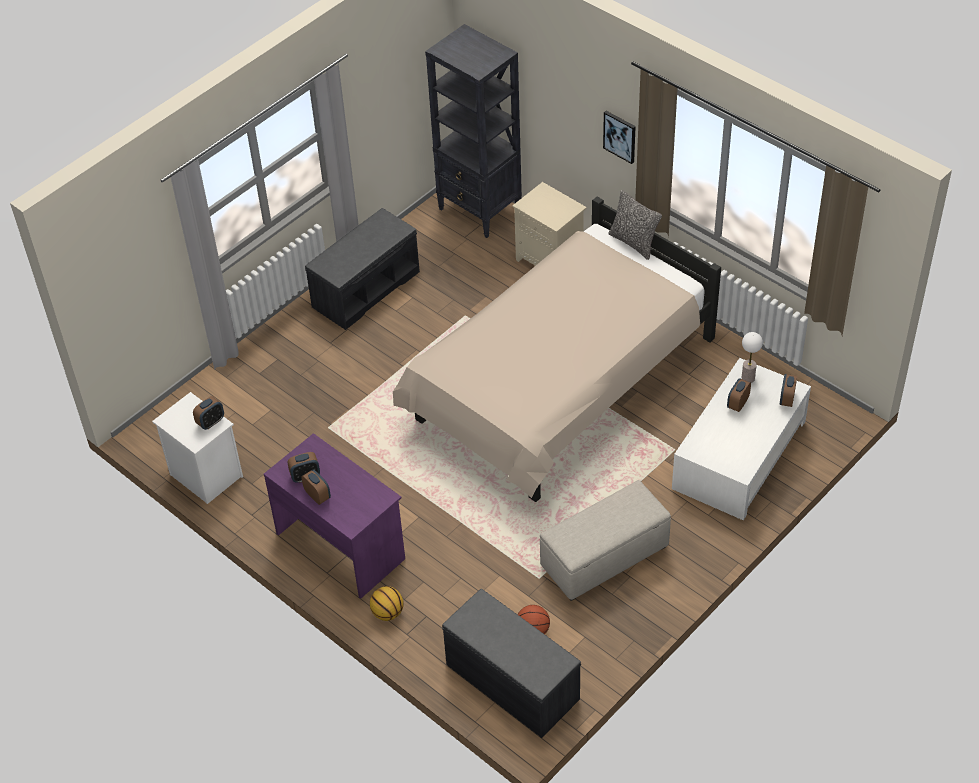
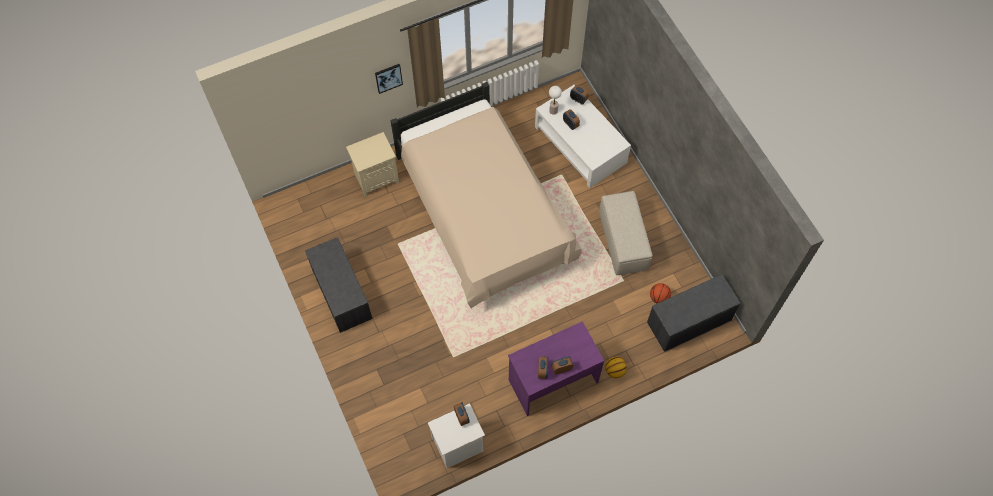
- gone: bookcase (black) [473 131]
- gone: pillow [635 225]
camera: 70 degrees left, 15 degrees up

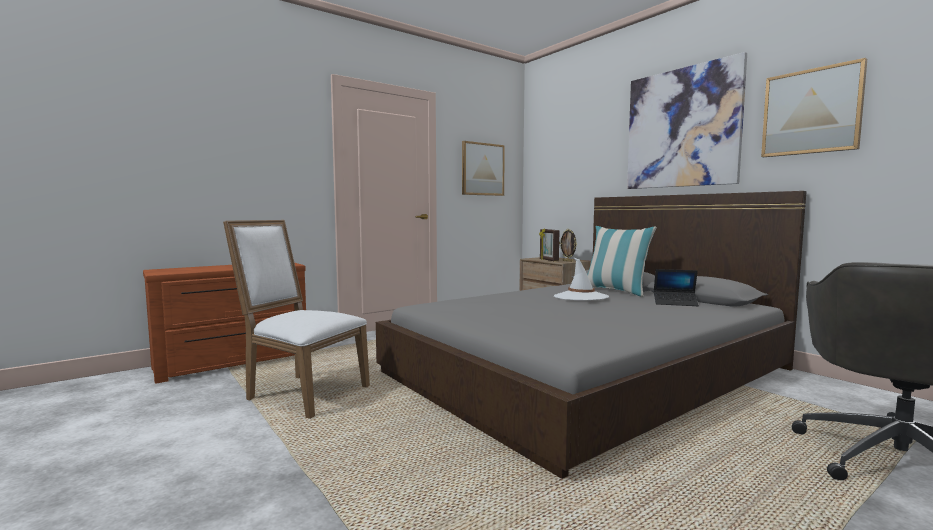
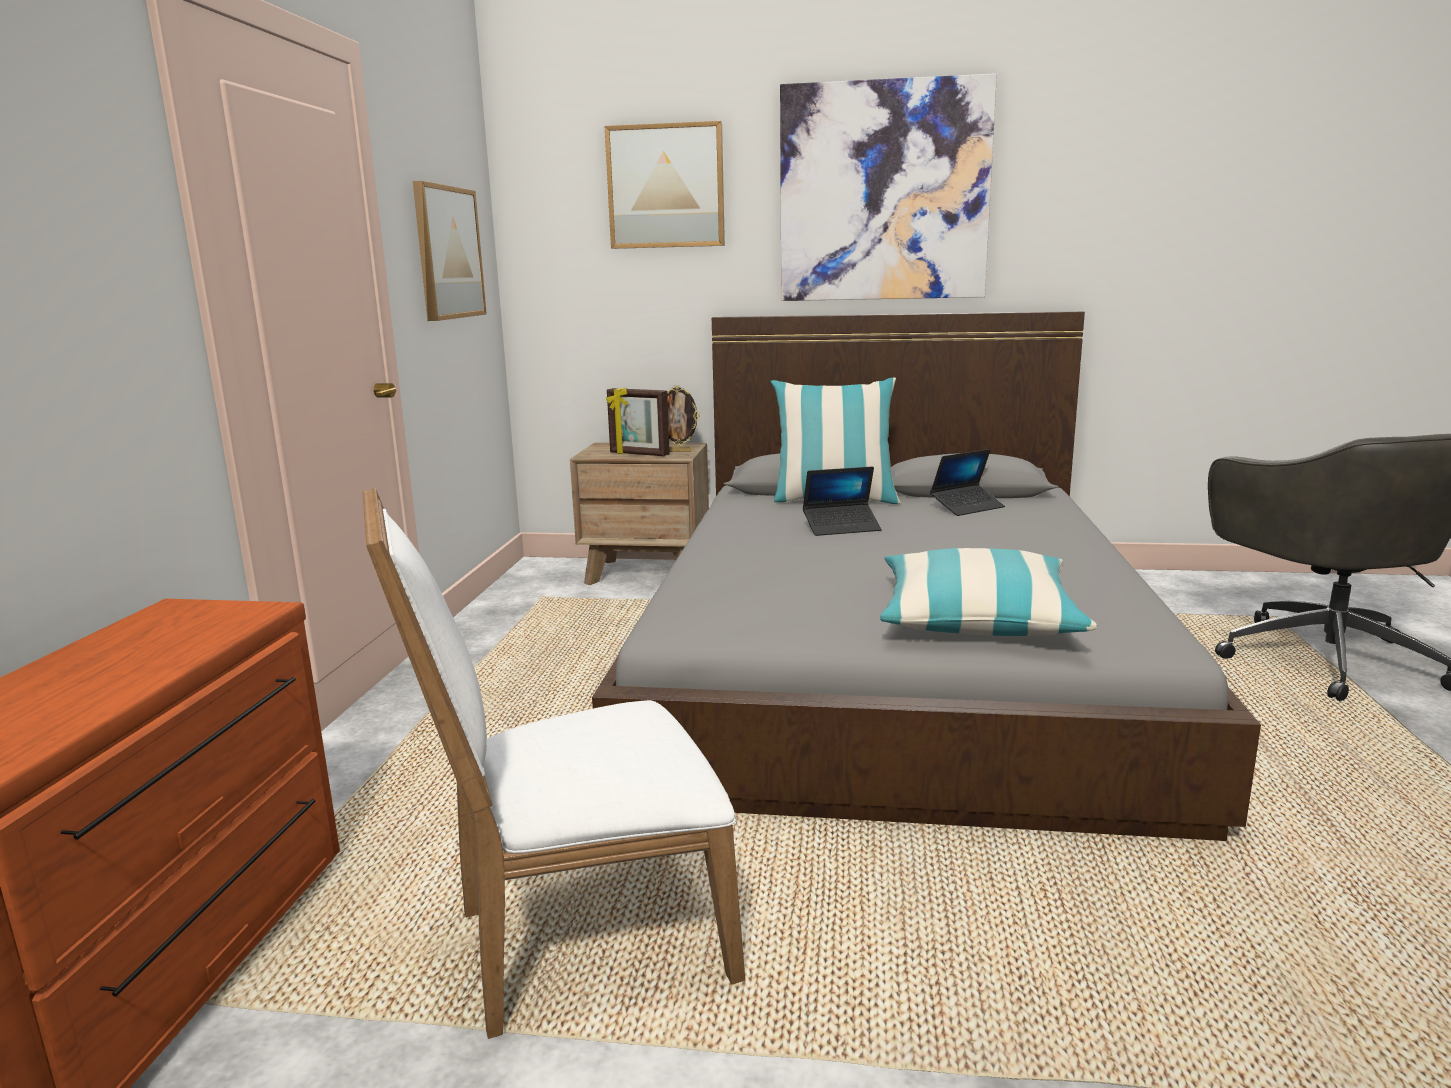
- shifted: picture [814 107] to [665 185]
- swapped: hat (white) [581 278] to laptop [842 501]
- new: pillow [989 592]
camera: 45 degrees left, 10 degrees up

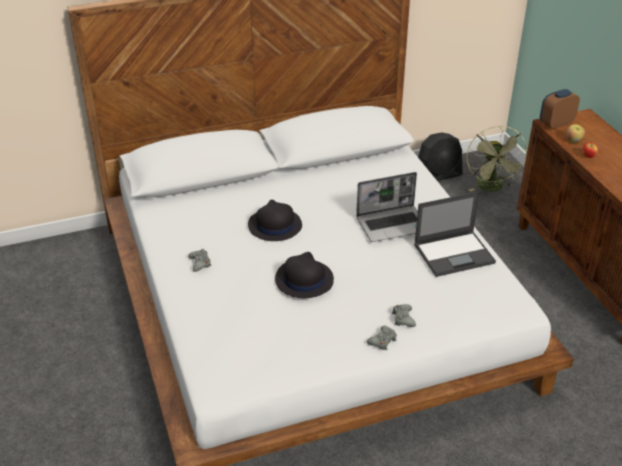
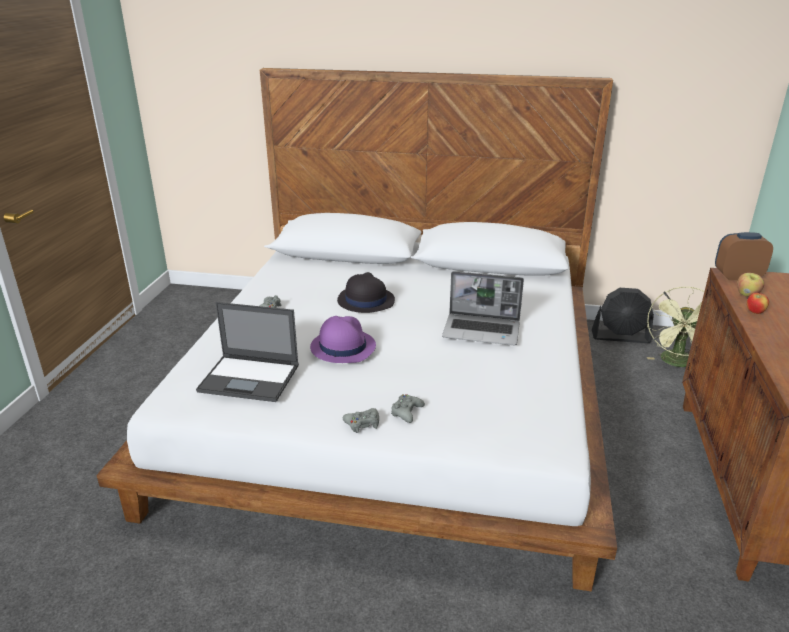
- shifted: laptop [455 234] to [247 352]
- repainted: hat (black) [304 275] to hat (purple) [343 339]
camera: 30 degrees right, 10 degrees down

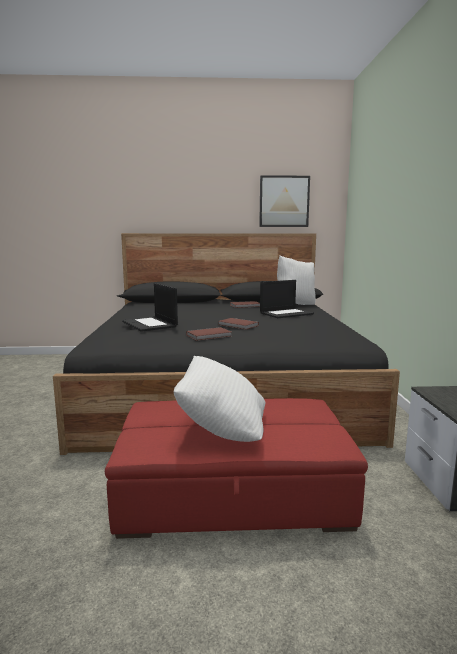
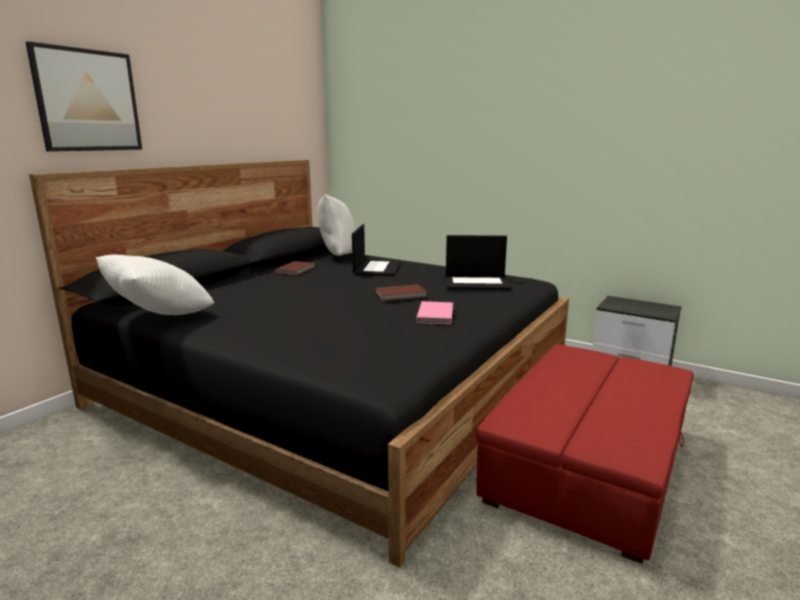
- shifted: picture [284 201] to [84 96]
- shifted: pillow (white) [219 399] to [155 285]
- repainted: book (brown) [208 334] to book (pink) [434 313]
- shifted: laptop [150 307] to [478 262]
camera: 55 degrees left, 5 degrees up

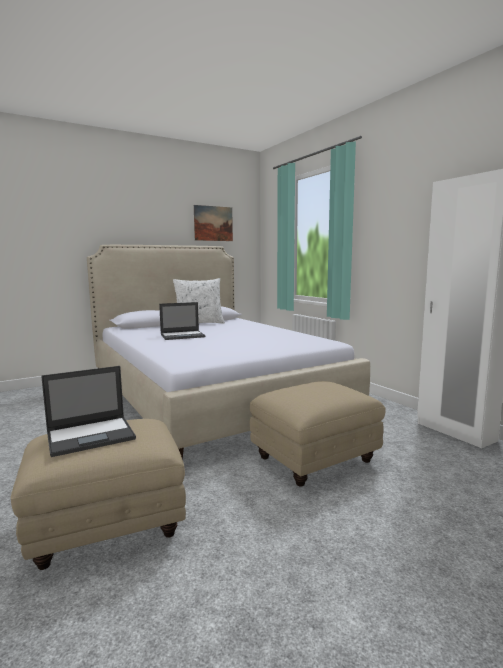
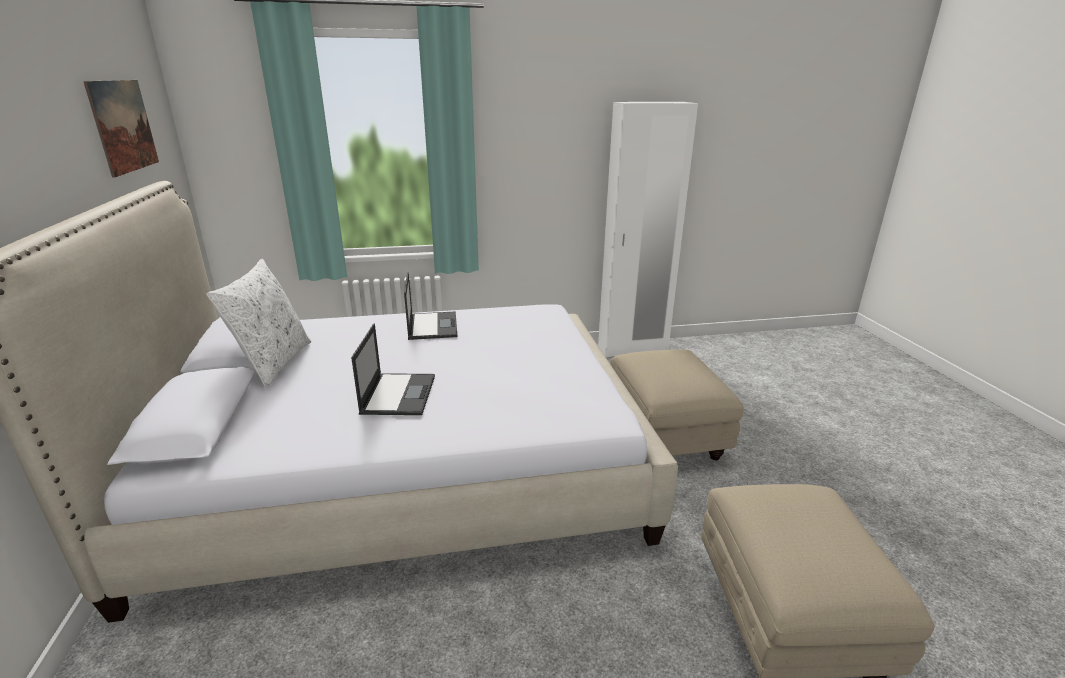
- shifted: laptop [88 411] to [431 306]
camera: 70 degrees left, 15 degrees up

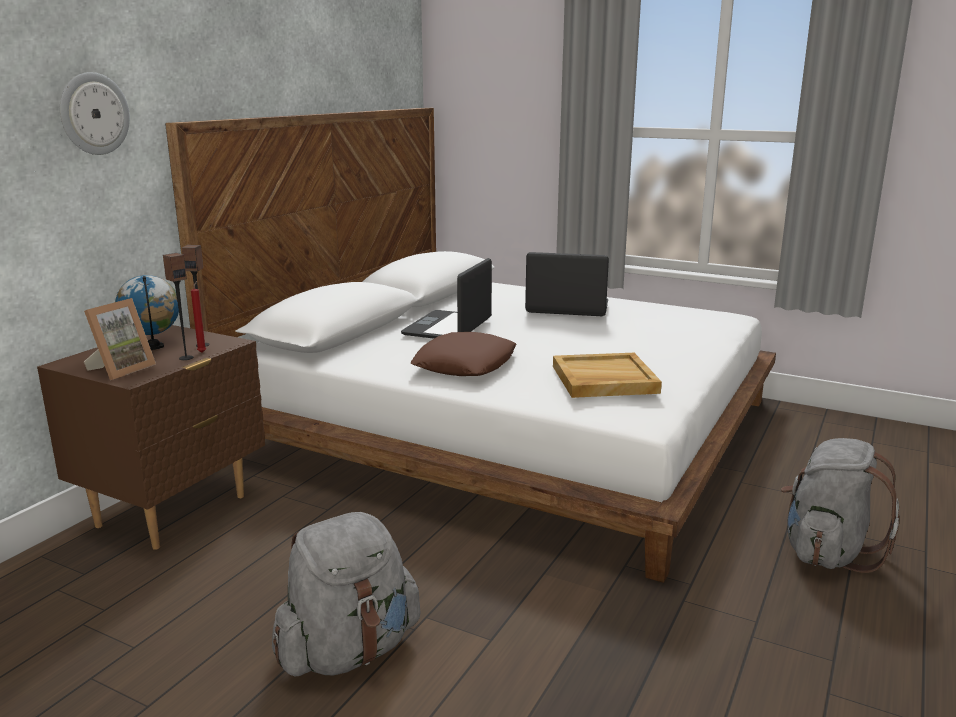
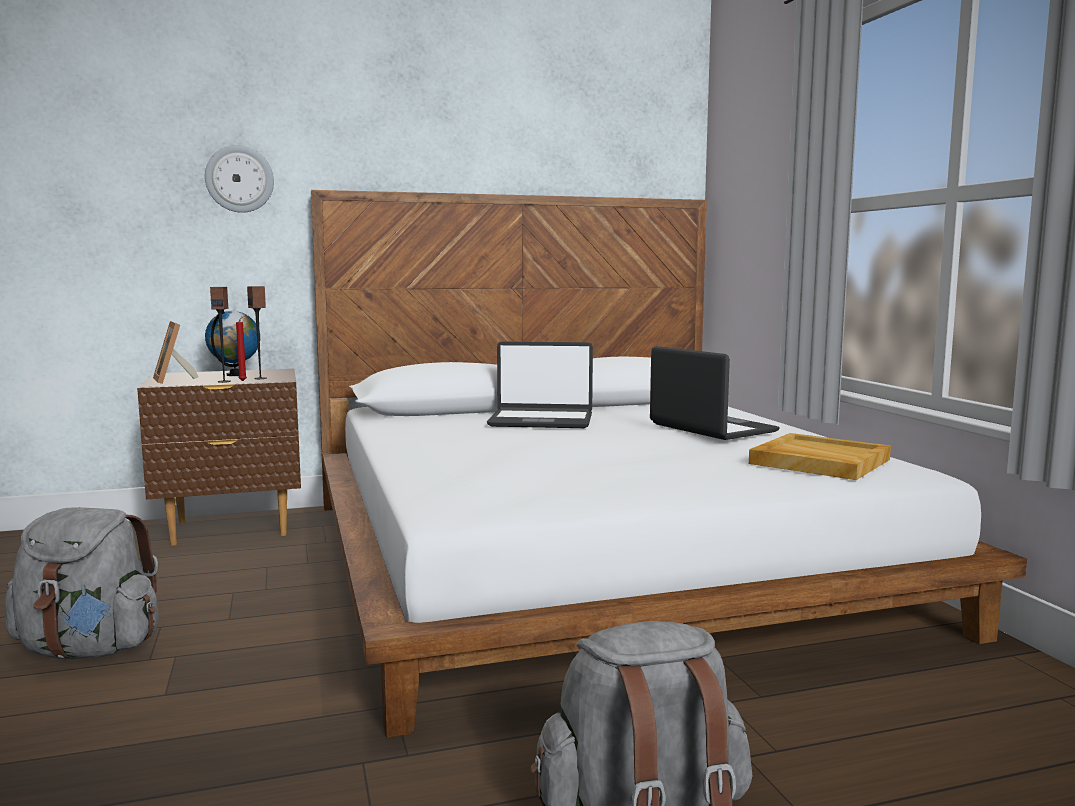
- rotated: picture frame [120 339] = [176 352] 75 degrees clockwise
- rotated: laptop [446 298] = [540 384] 150 degrees counterclockwise
- shifted: tray (beige) [607 375] to [820 456]
- gone: pillow (brown) [463 354]
camera: 45 degrees right, 10 degrees down

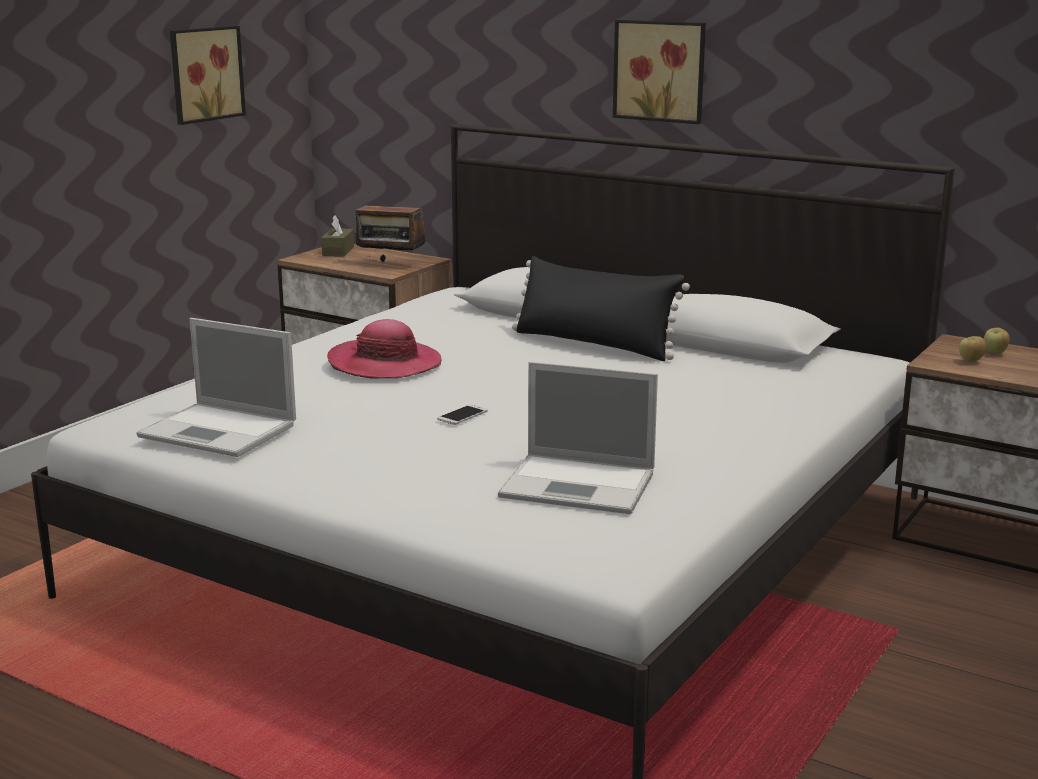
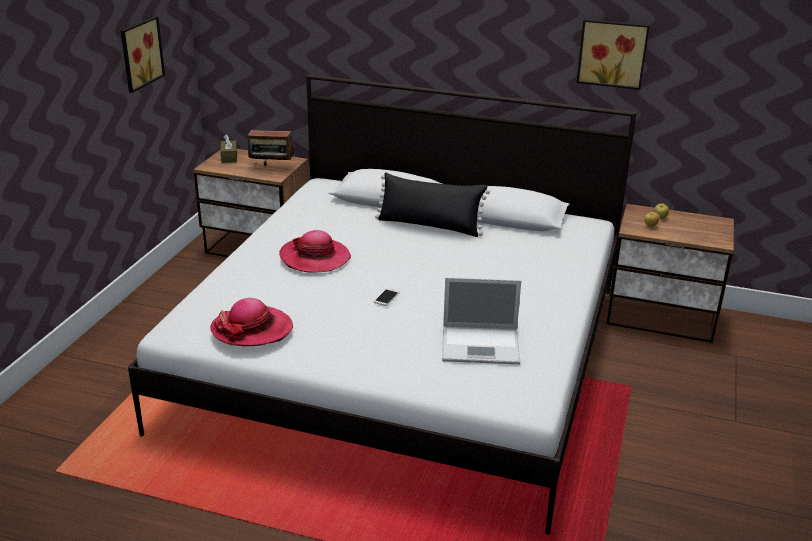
- swapped: laptop [216 387] to hat [251 322]
- shifted: picture [659 72] to [613 54]
camera: 15 degrees left, 10 degrees up

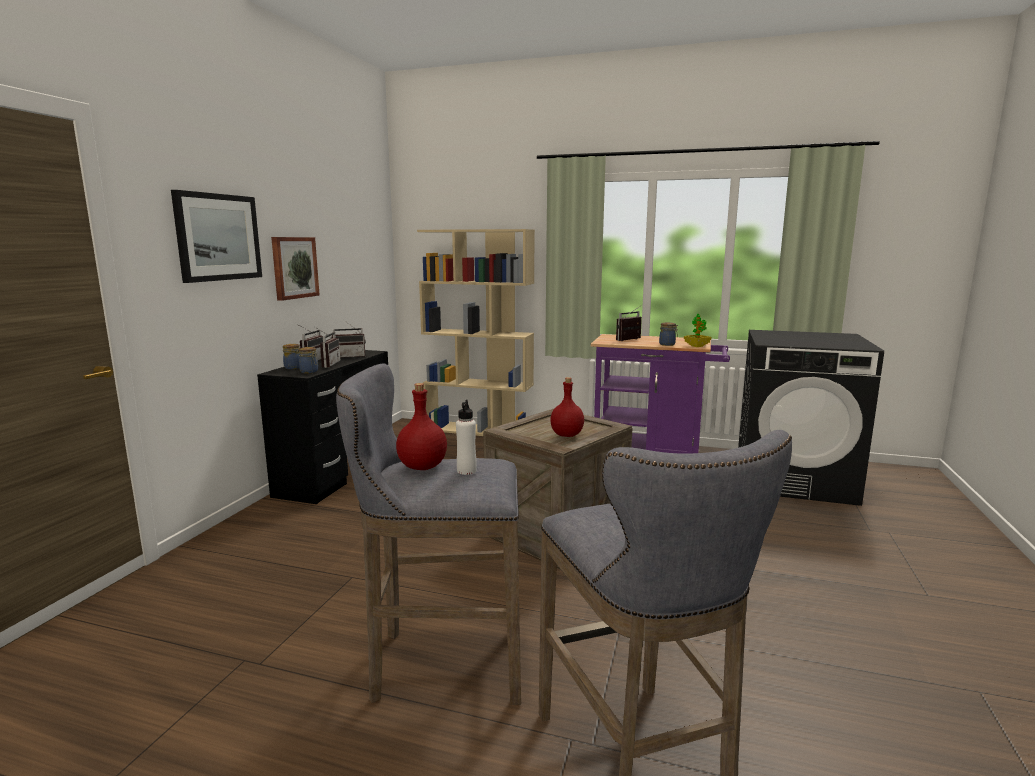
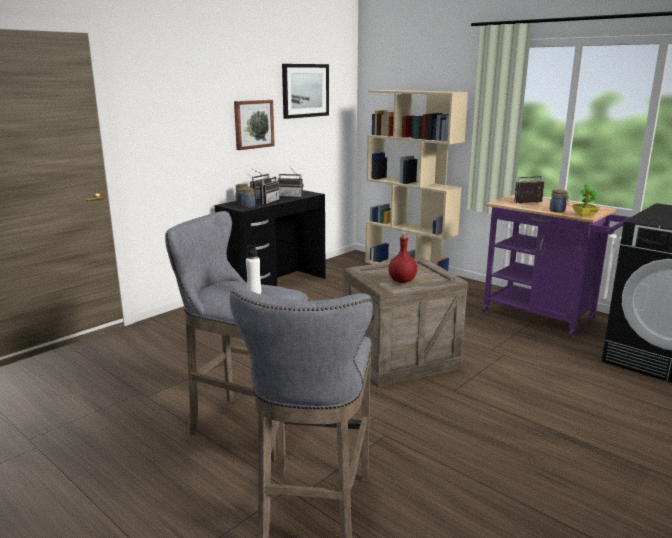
- shifted: picture [216 236] to [305 91]
- gone: bottle (red) [421 426]
camera: 25 degrees right, 5 degrees up

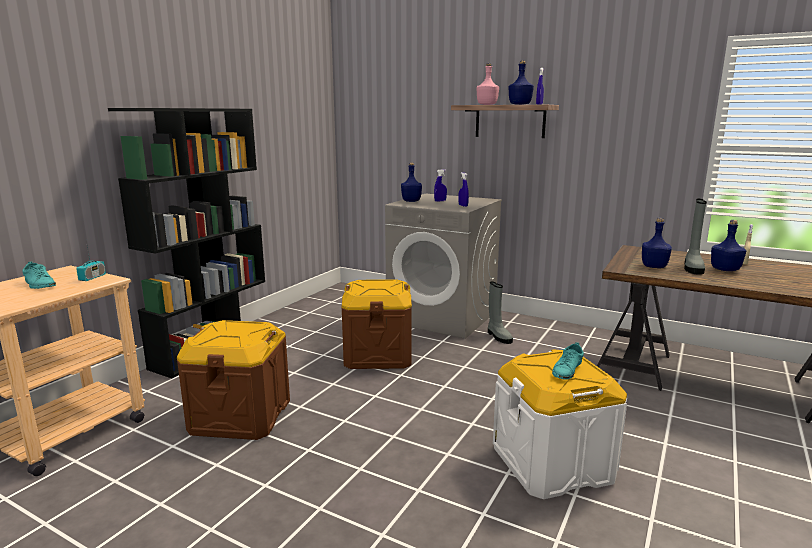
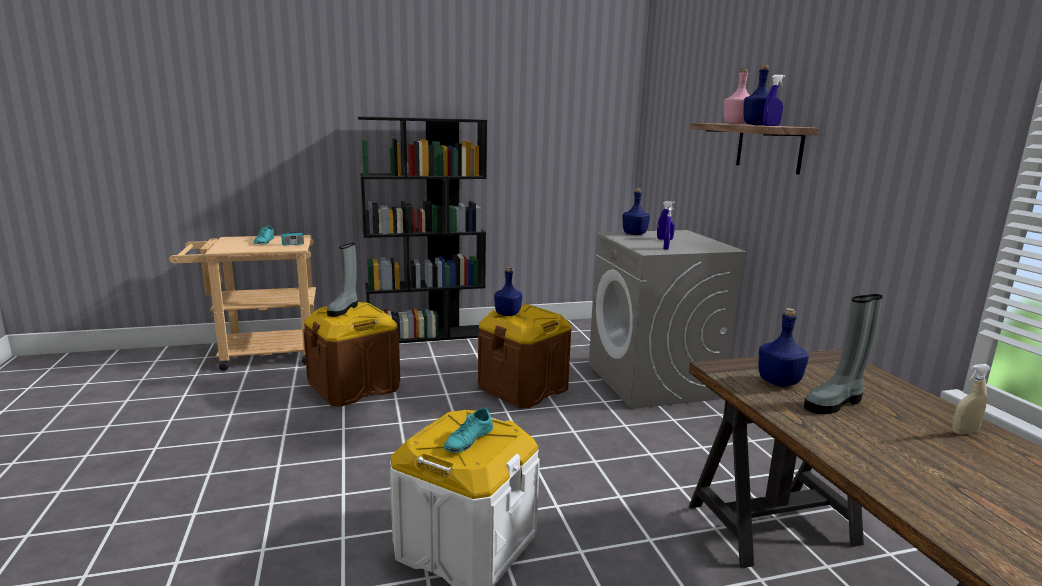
- shifted: boot (grey) [500 312] to [342 280]
- rotated: shoe (turquoise) [568 361] = [468 430] 45 degrees counterclockwise
- shifted: bottle (blue) [728 245] to [508 291]
camera: 45 degrees right, 0 degrees up

